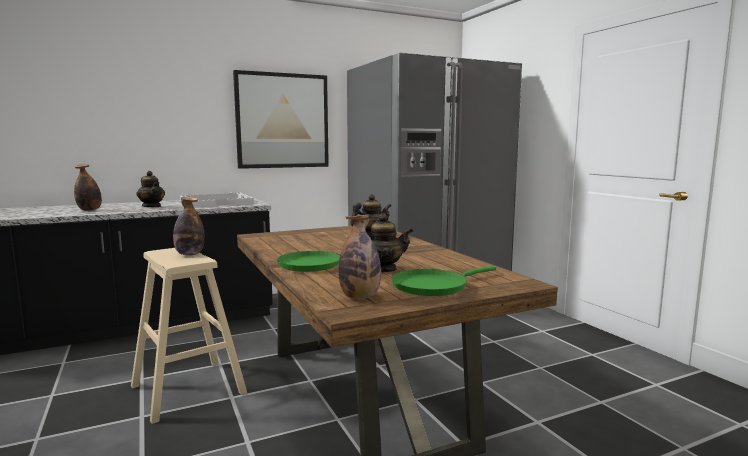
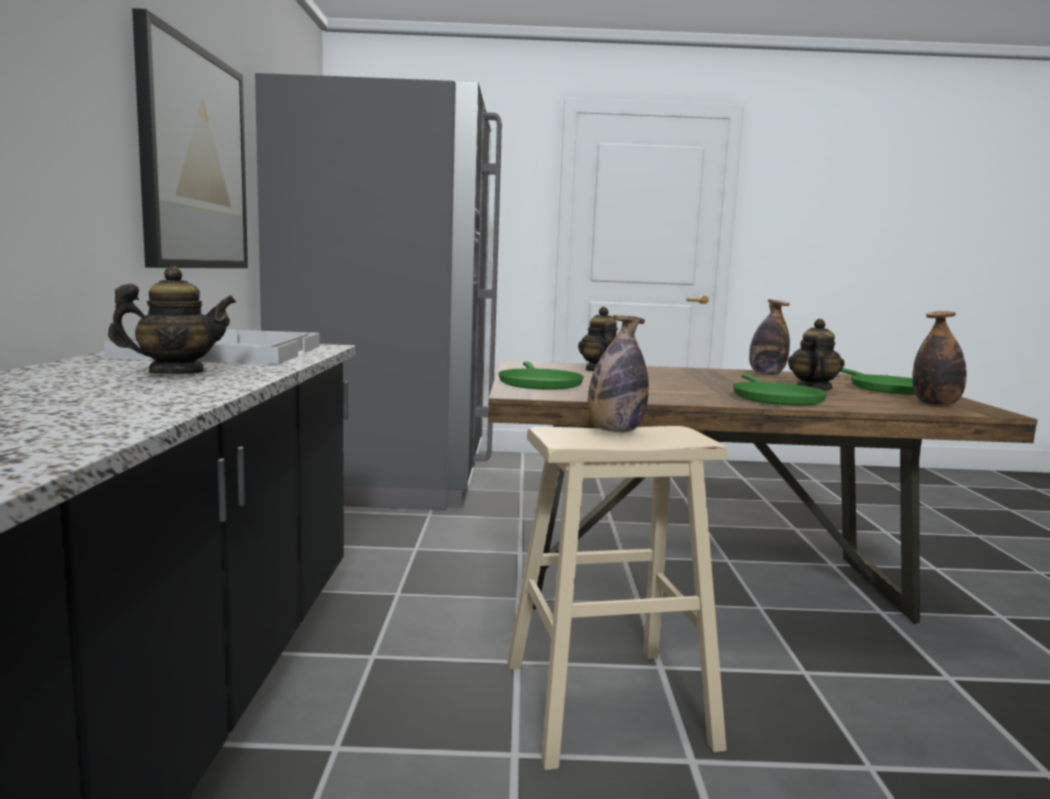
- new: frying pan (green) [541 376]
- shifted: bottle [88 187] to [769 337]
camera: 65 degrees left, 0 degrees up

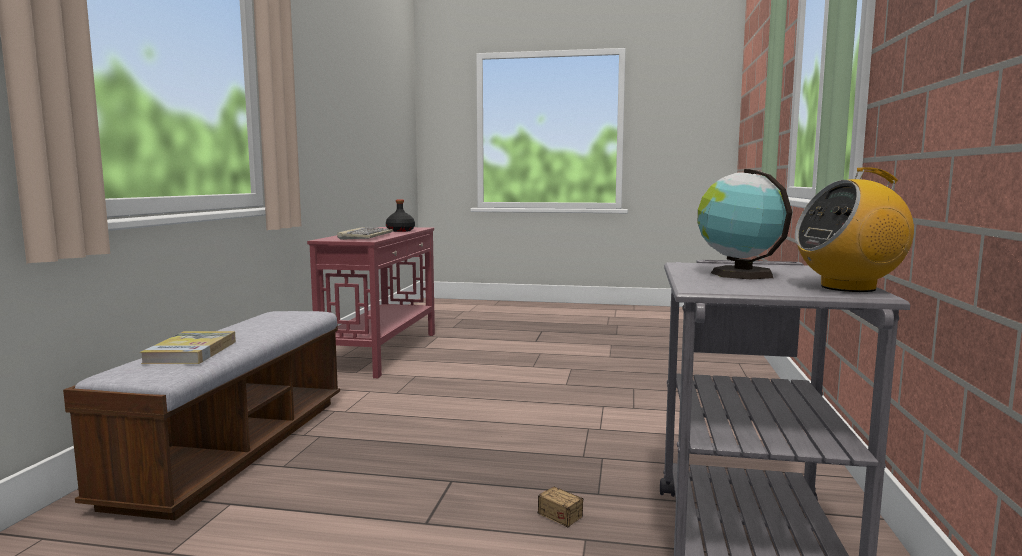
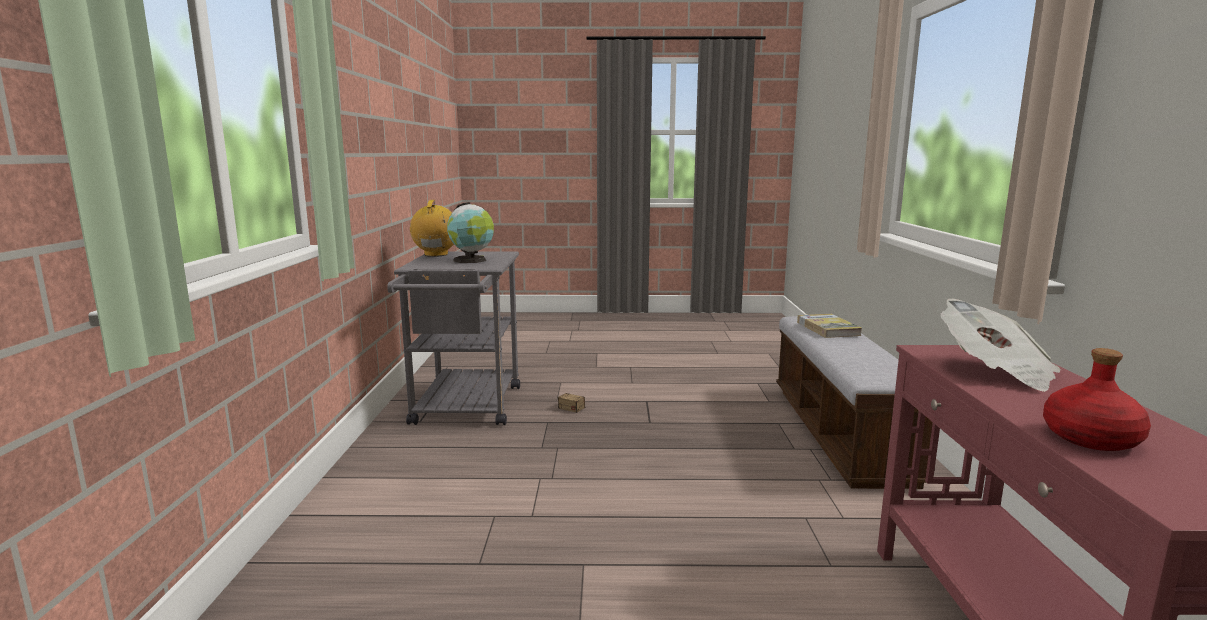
- rotated: radio [854 229] = [432 228] 75 degrees counterclockwise
- swapped: keyboard [365 233] to newspaper [1001 345]
- repainted: bottle (black) [400 216] to bottle (red) [1097 399]
camera: 170 degrees right, 5 degrees up

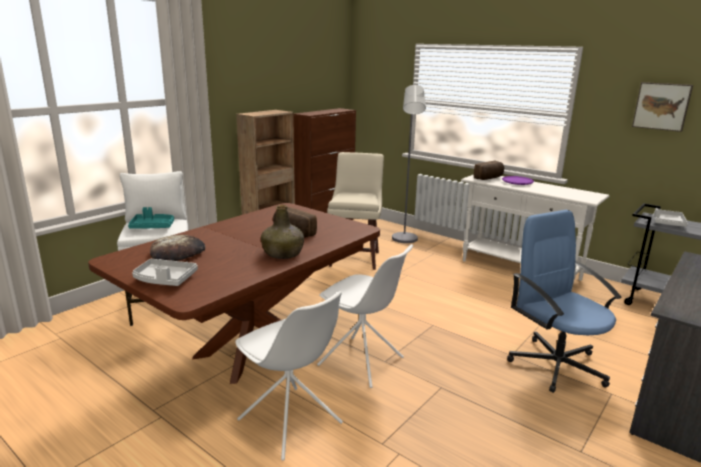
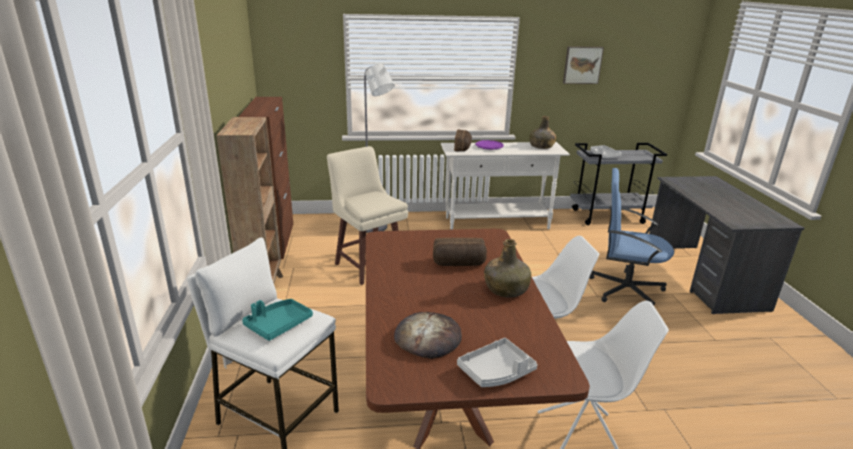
- new: bottle (green) [542 132]
camera: 45 degrees left, 5 degrees up

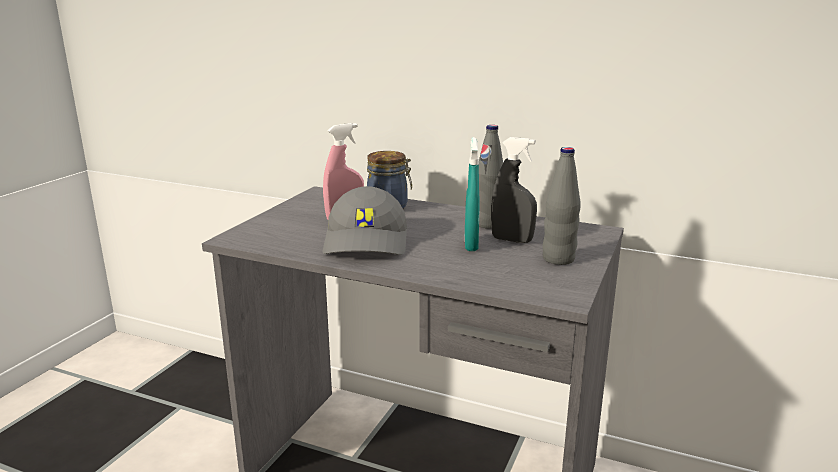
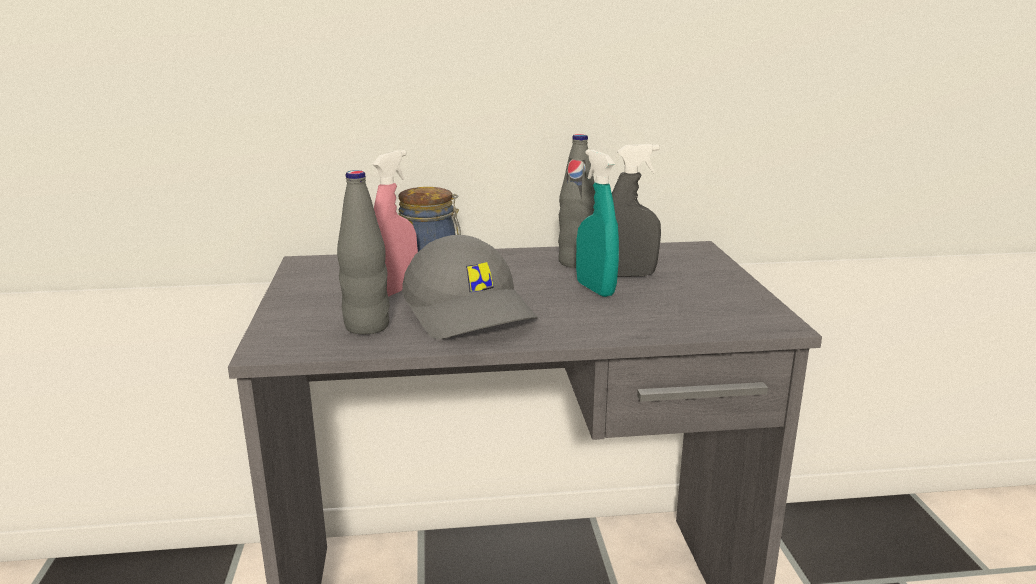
- shifted: bottle (grey) [562 206] to [363 252]
camera: 30 degrees left, 0 degrees up

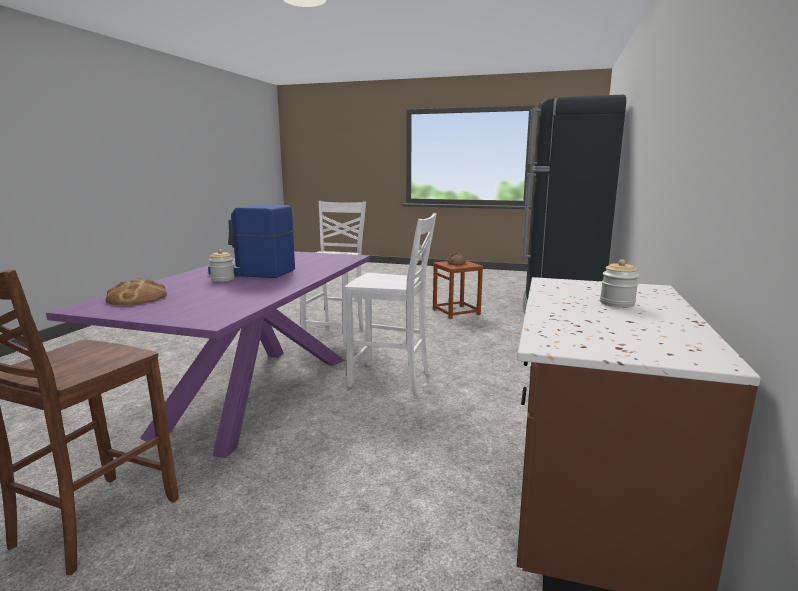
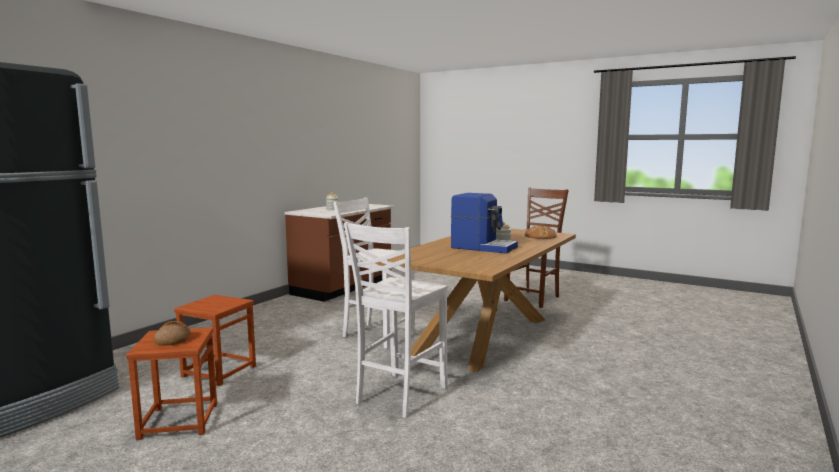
- new: stool (brown) [215 340]
- repainted: dining table (purple) [208 355] to dining table (brown) [476 300]
camera: 165 degrees left, 5 degrees down

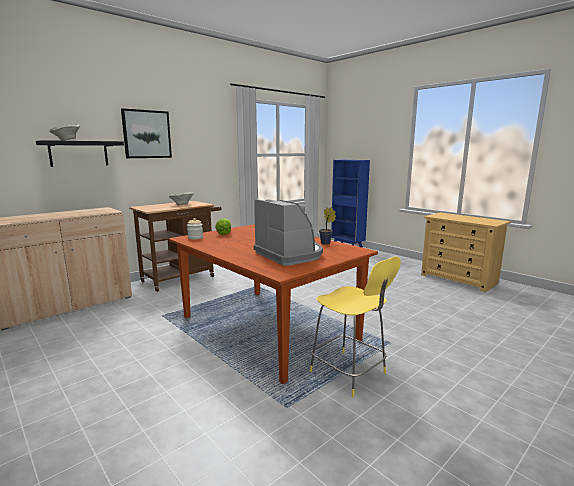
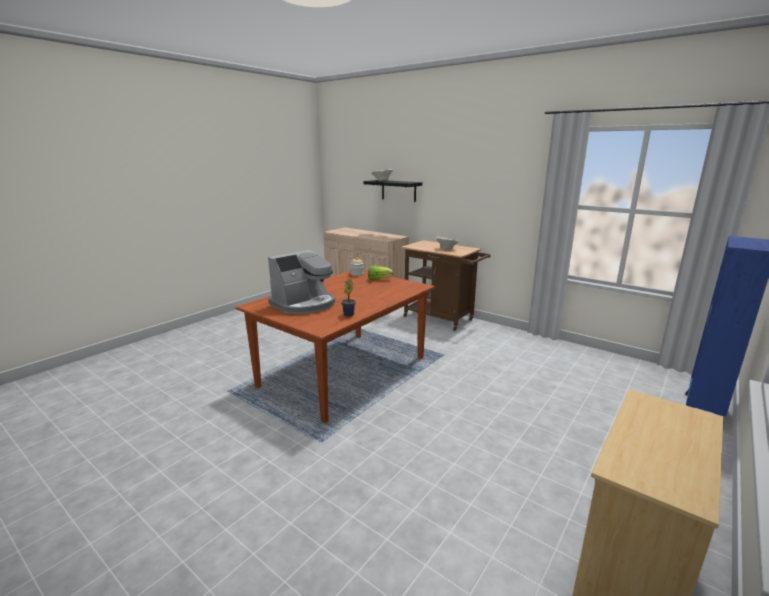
- gone: picture [146 133]
- gone: stool (yellow) [355 326]
camera: 80 degrees right, 5 degrees up

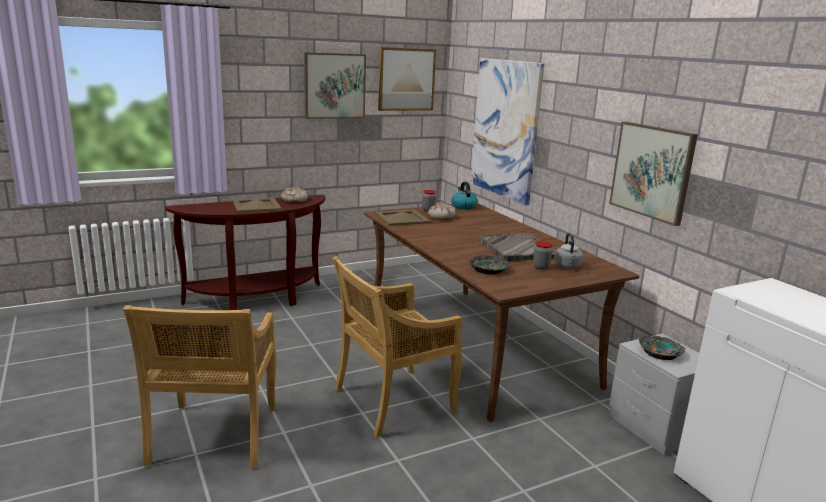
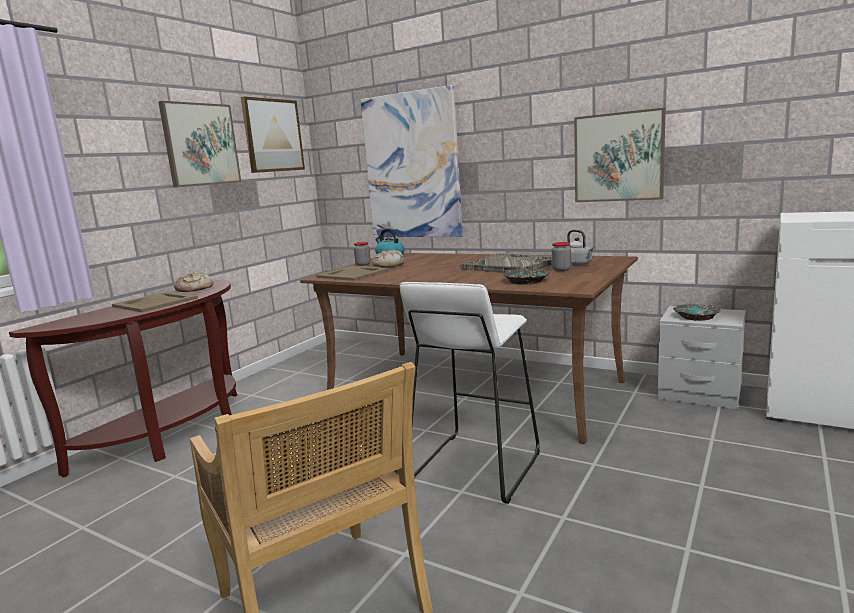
- swapped: chair (beige) [397 347] to stool (white) [469 393]
camera: 30 degrees left, 5 degrees down

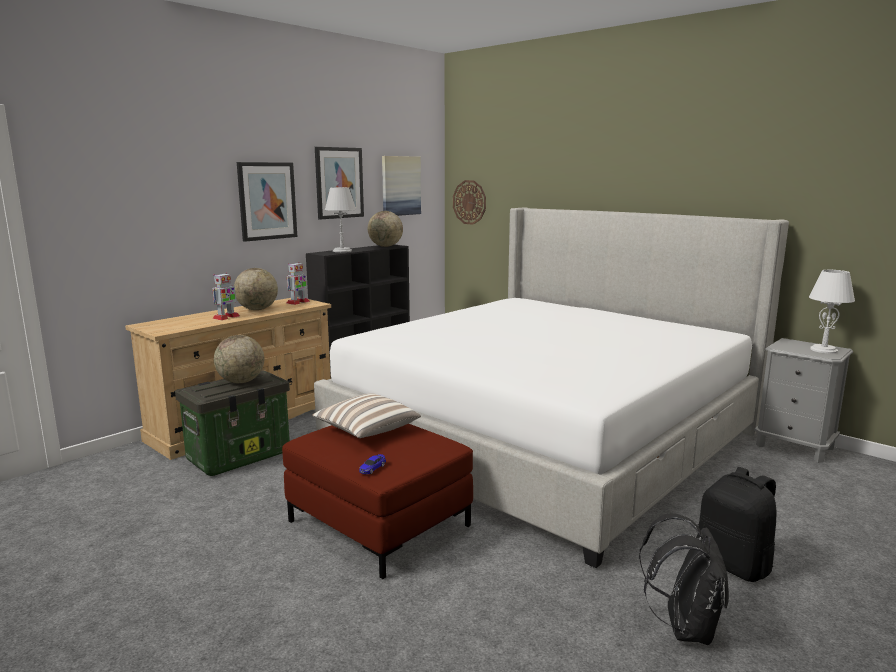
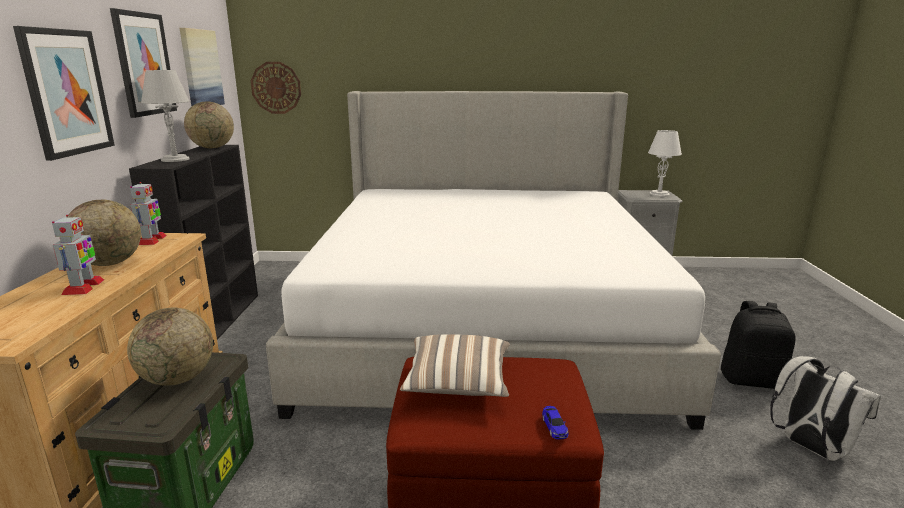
- repainted: backpack (black) [684 579] to backpack (white) [825 408]
camera: 40 degrees left, 5 degrees up

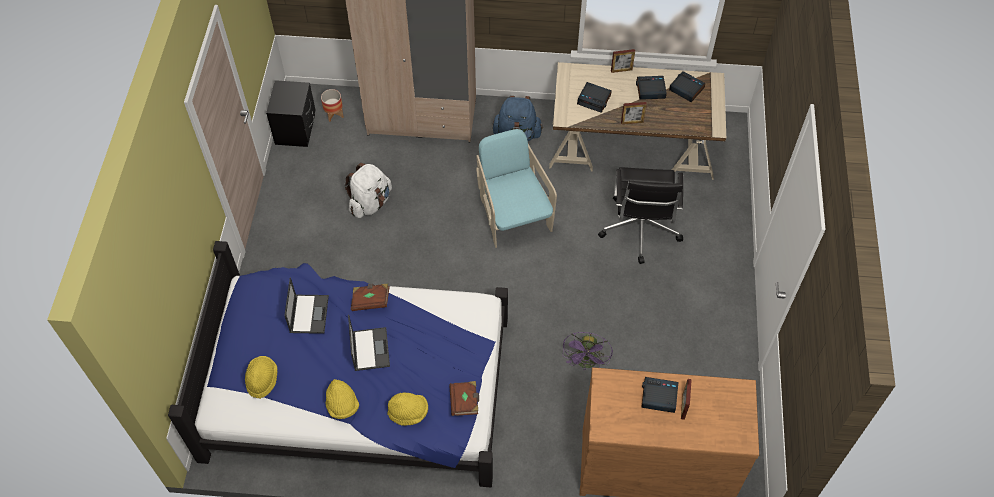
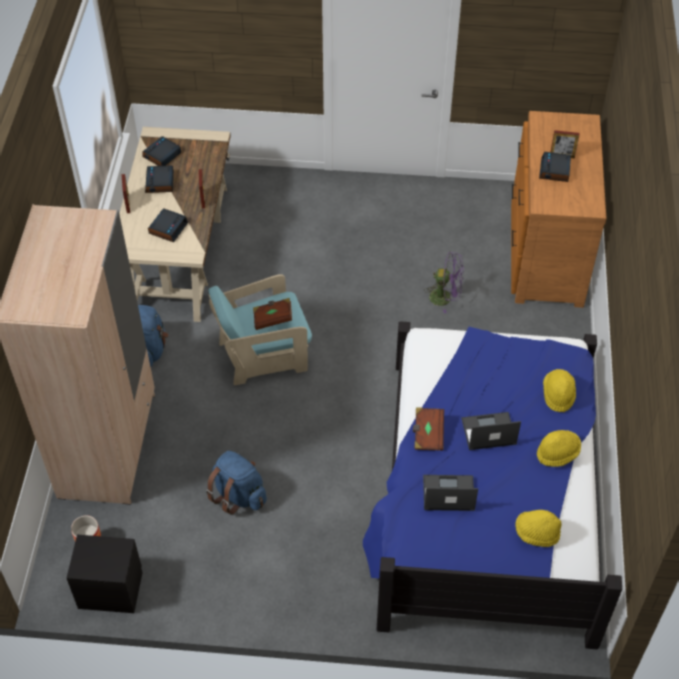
- repainted: backpack (white) [368 190] to backpack (blue) [236 483]
- shifted: book (brown) [464 398] to [272 314]
- gone: office chair (black) [640 215]
camera: 90 degrees left, 5 degrees down

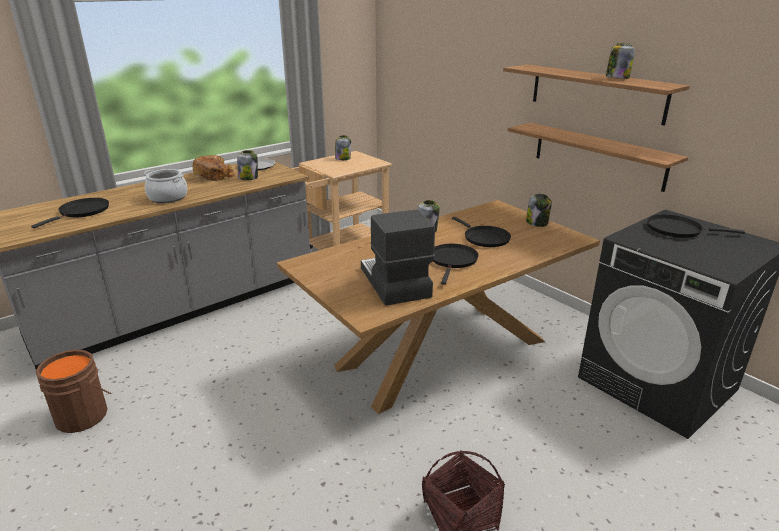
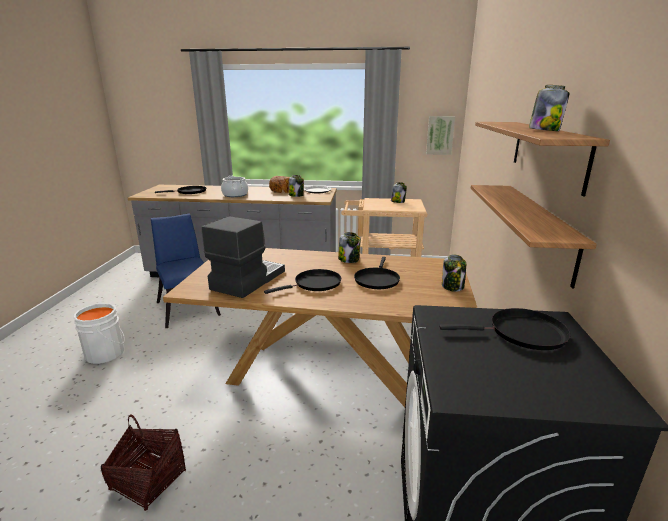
- new: bucket (white) [99 333]
- new: chair (blue) [186 270]
- new: picture [440 135]
- rotated: frying pan (black) [696 226] = [505 329] 120 degrees clockwise
- gone: bucket (brown) [73 391]
camera: 45 degrees right, 5 degrees down

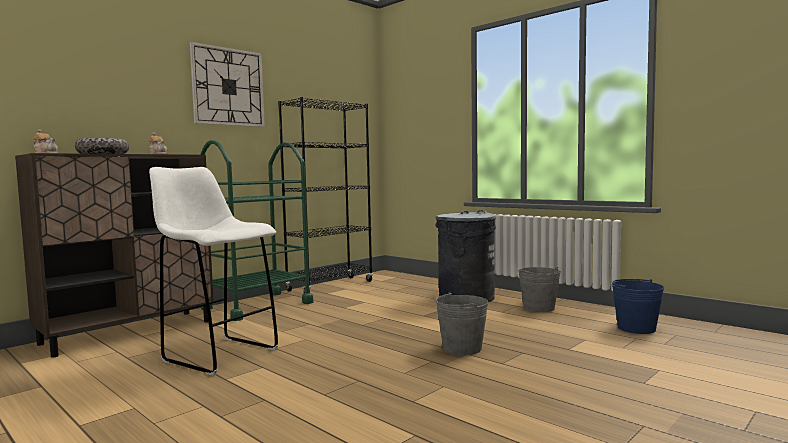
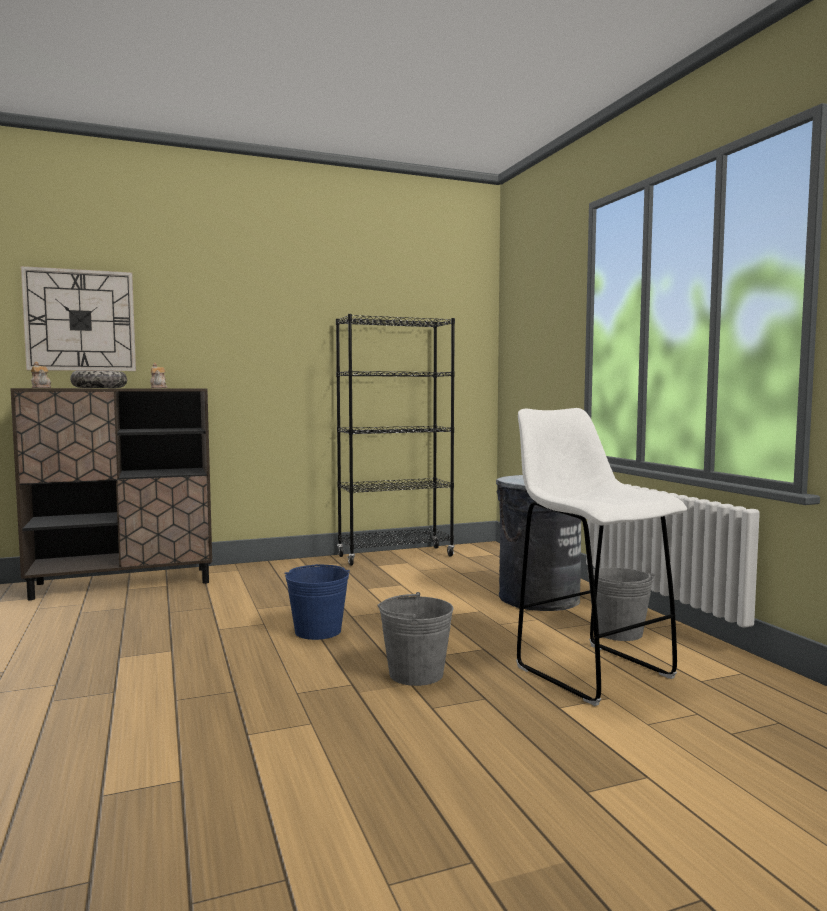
- shifted: wall clock [227 84] to [78 318]
- shifted: bucket (blue) [638 306] to [317 602]
- shifted: stool (white) [213 271] to [601 557]
- gone: cart (green) [256 230]
camera: 25 degrees right, 0 degrees up

